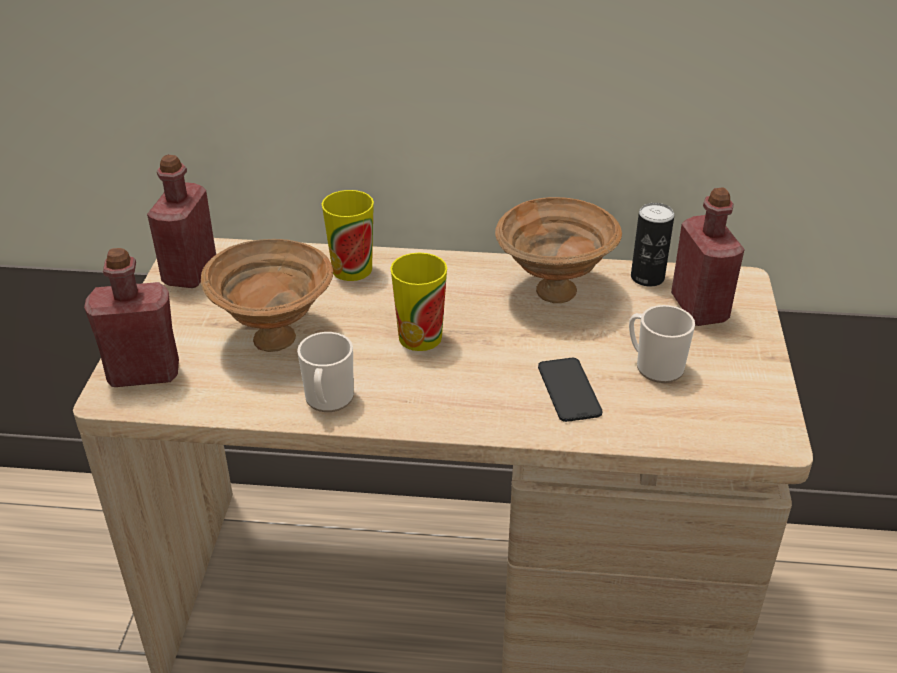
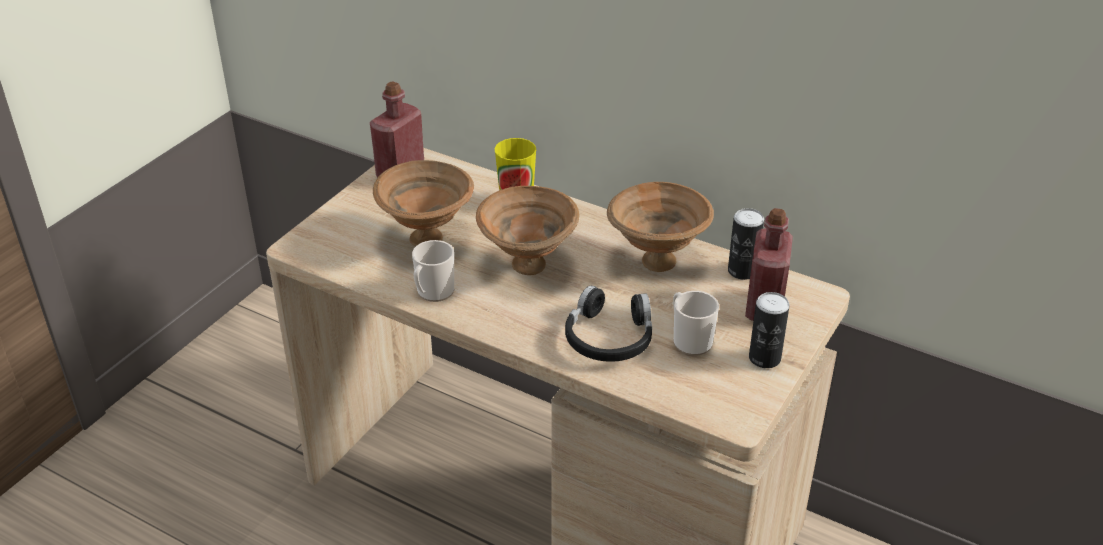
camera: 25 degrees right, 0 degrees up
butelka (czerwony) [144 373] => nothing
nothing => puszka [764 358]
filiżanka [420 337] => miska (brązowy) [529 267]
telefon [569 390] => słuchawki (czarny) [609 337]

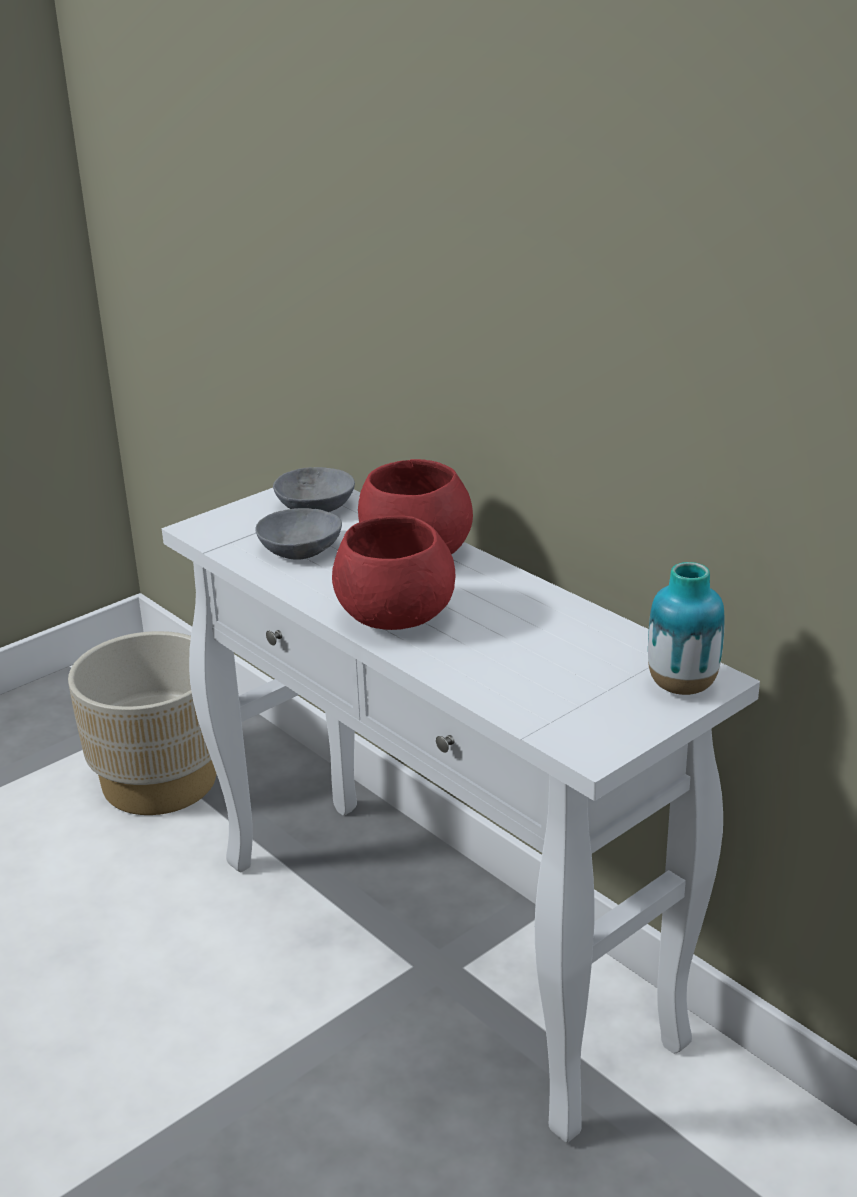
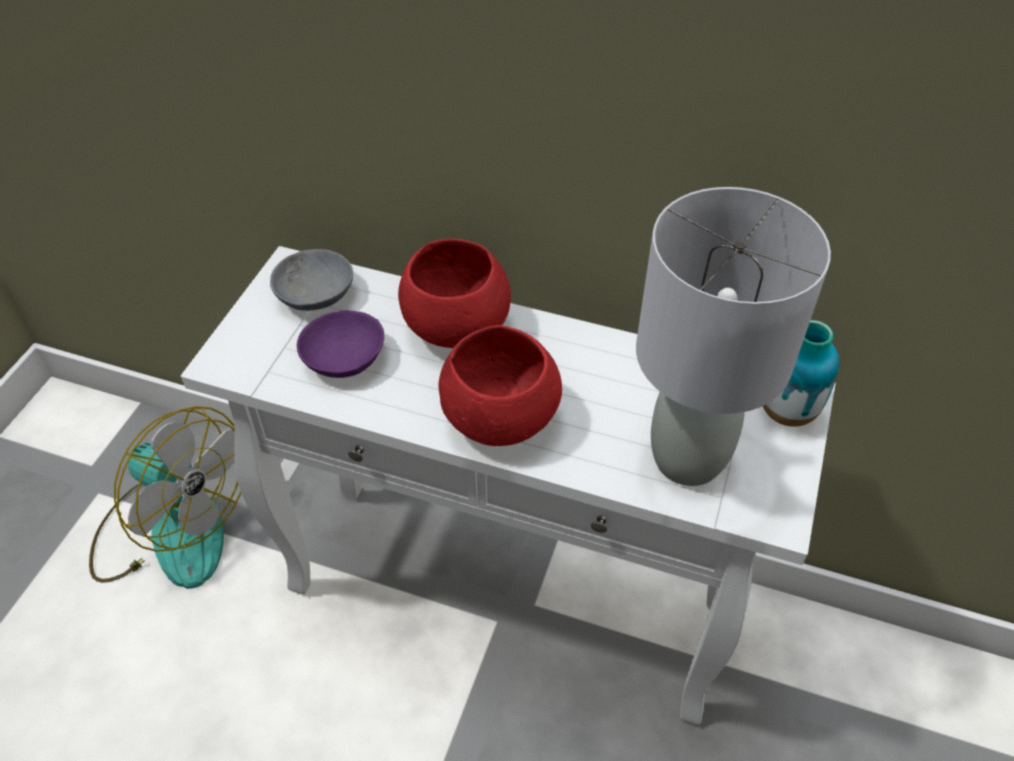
camera: 30 degrees left, 20 degrees up
nothing => lampa stołowa (szary) [689 458]
donica (beżowy) [160 781] => wentylator [172 530]
miska (szary) [301 548] => miska (fioletowy) [344 356]

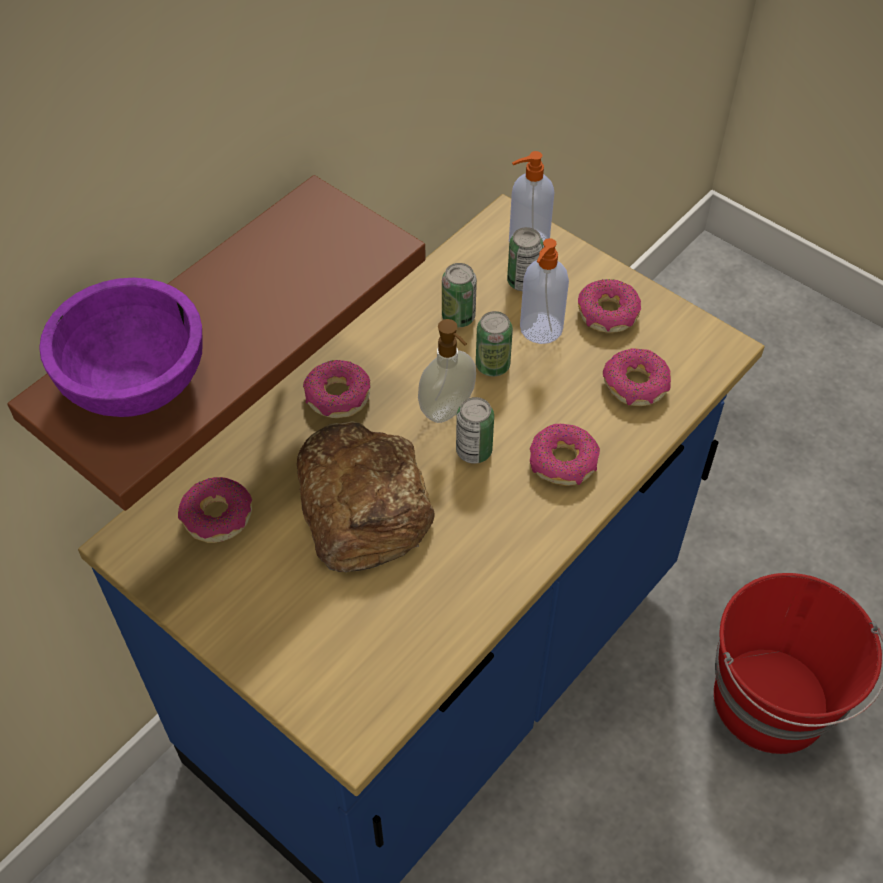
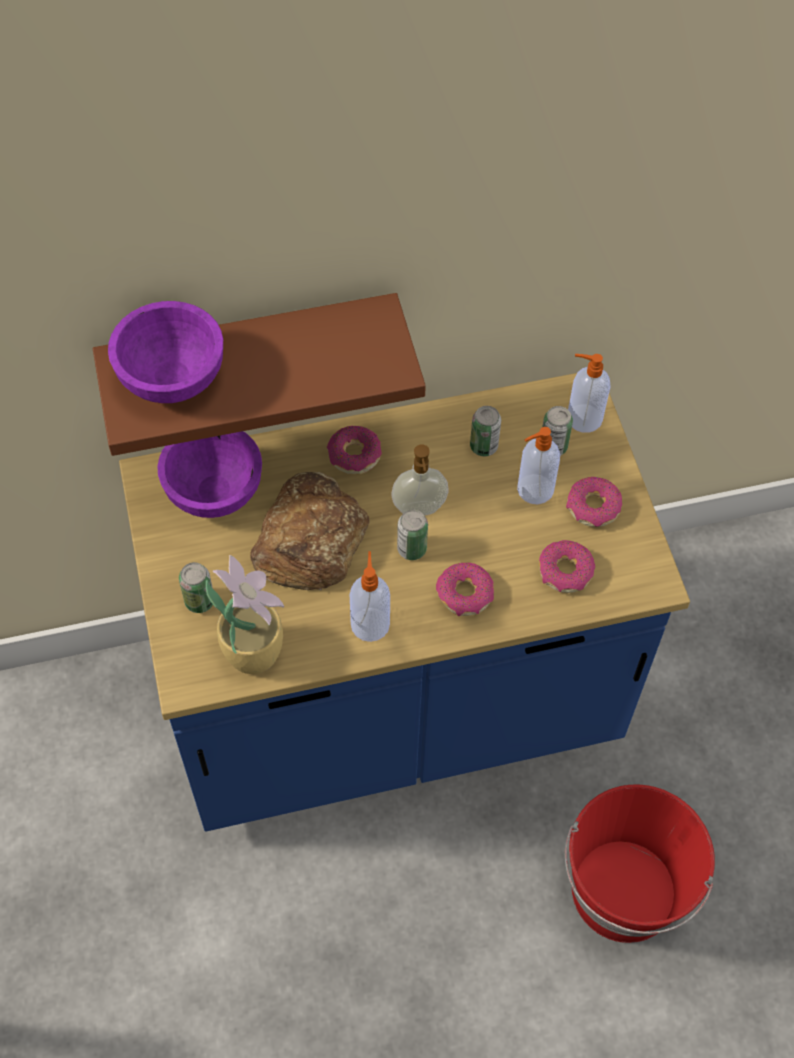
camera: 35 degrees right, 5 degrees up
nothing => roślina doniczkowa [253 650]
nothing => dozownik mydła [370 623]
puszka [492 365] => puszka [199 601], moved
donut [217 516] => miska (fioletowy) [215 491]

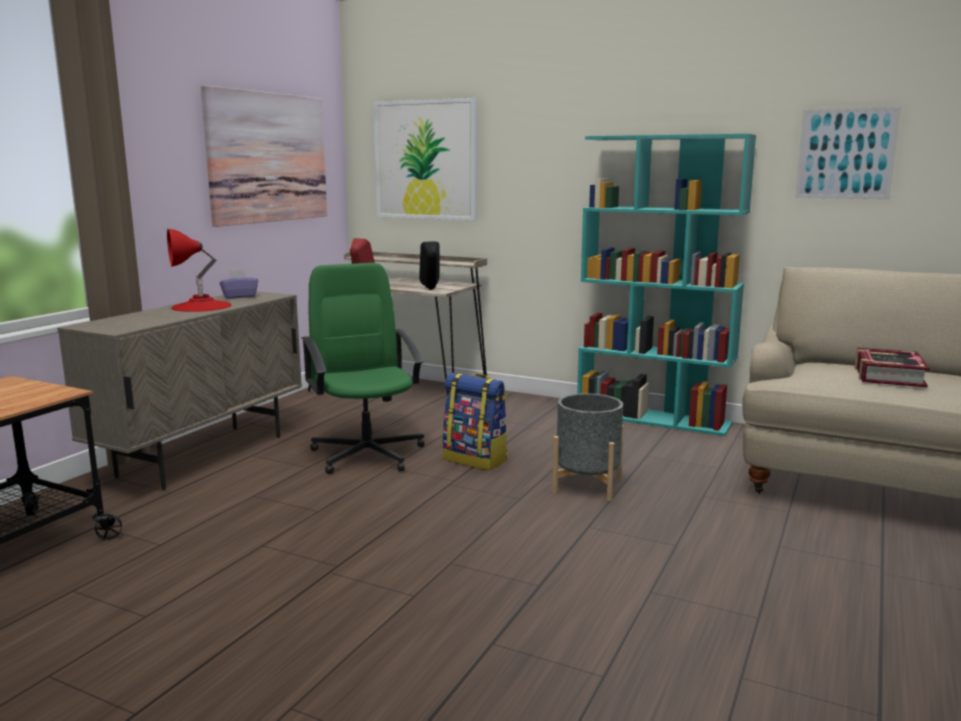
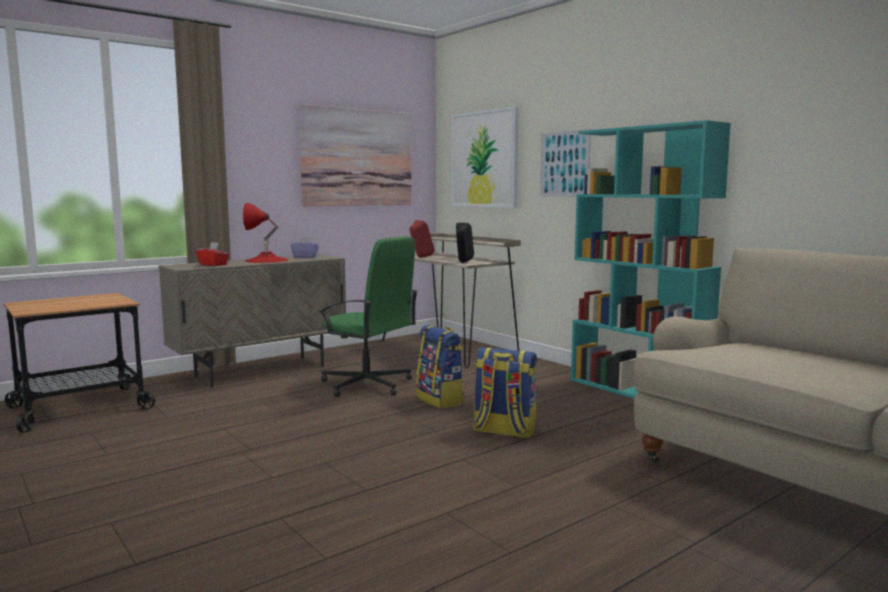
camera: 25 degrees right, 5 degrees down
książka [888 375] => nothing
nothing => pudełko chusteczek (czerwony) [213 265]
obraz [846 153] => obraz [564 164], moved
donica (szary) [587 486] => plecak [503 431]
krzesło biurowe (zielony) [367 453] => krzesło biurowe (zielony) [367 385], 120 degrees clockwise

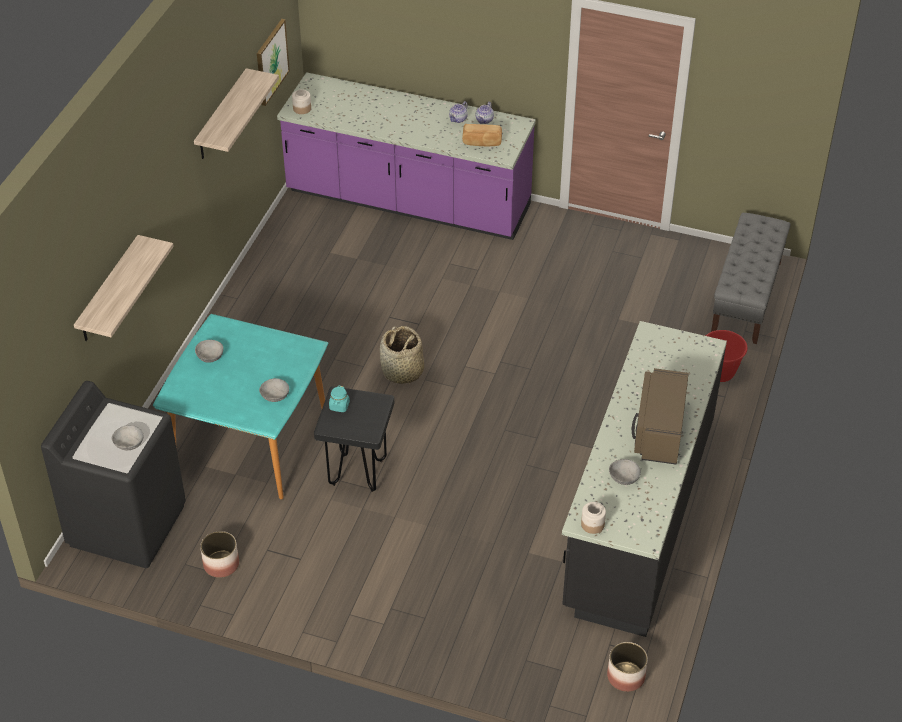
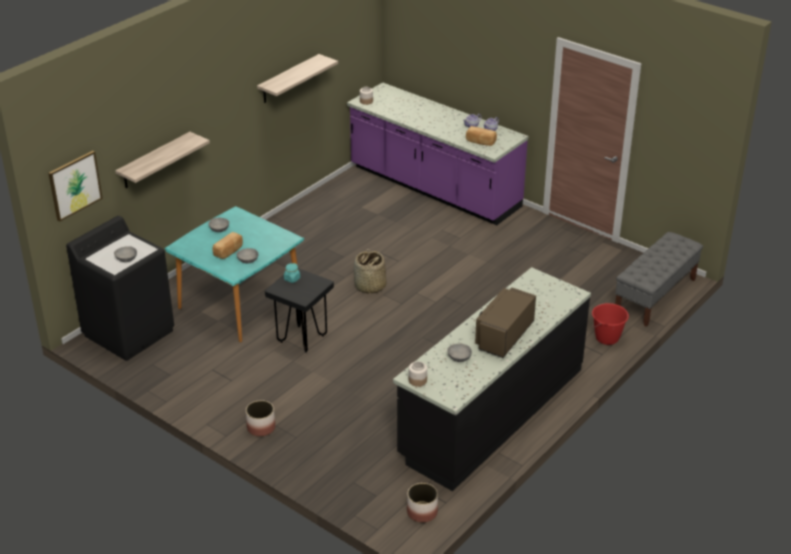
camera: 20 degrees right, 10 degrees down
nothing => chleb [229 251]
donica [221 564] => donica [261 427], moved
obraz [271 61] => obraz [75 185], moved

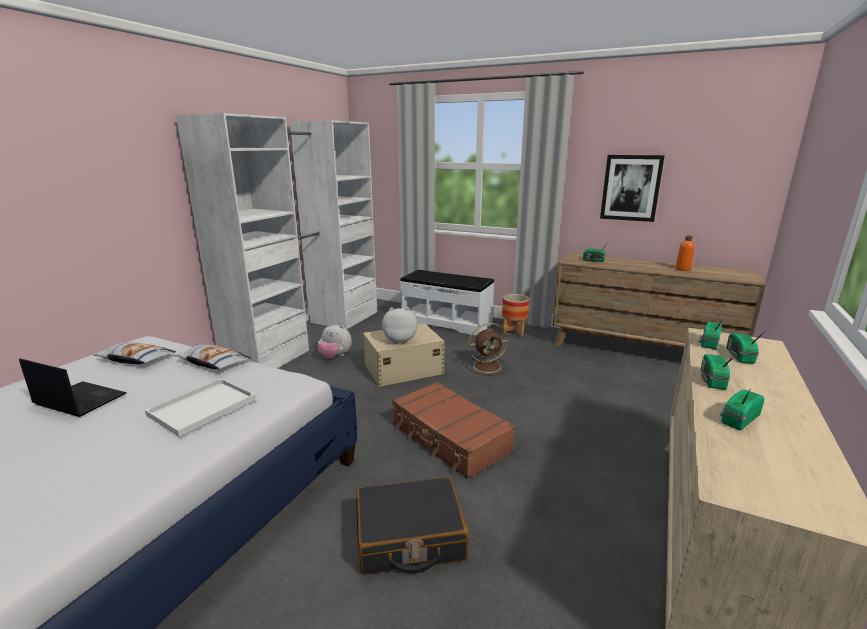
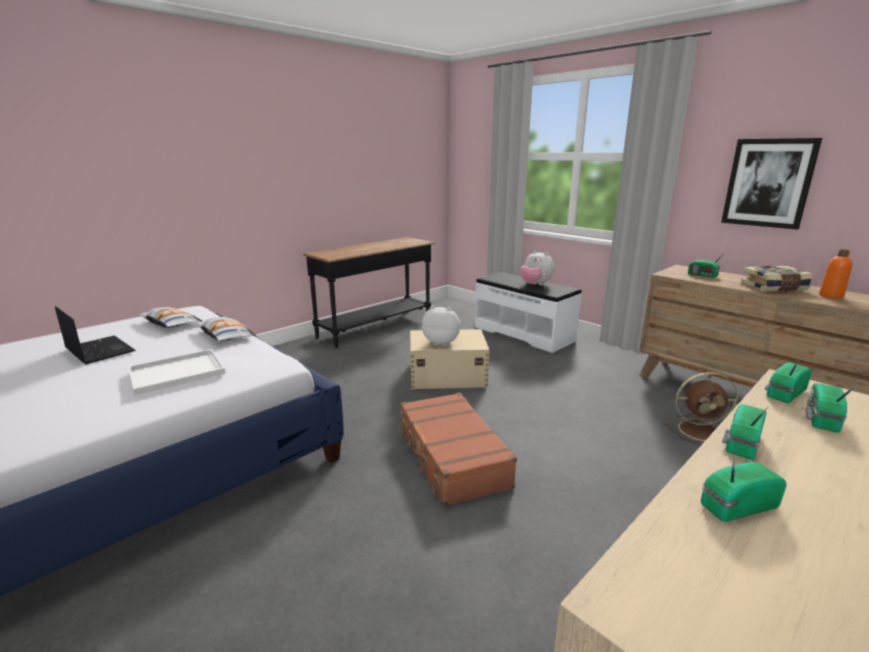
camera: 20 degrees right, 0 degrees up
walizka (czarny) [410 537] => nothing
donica [514 333] => nothing
nothing => książka [774 288]
pluszak [335 357] => pluszak [535 285], moved
wentylator (brązowy) [488 366] => wentylator (brązowy) [701 431], moved
szafa (biały) [309 335] => stolik konsolowy (czarny) [376 328]

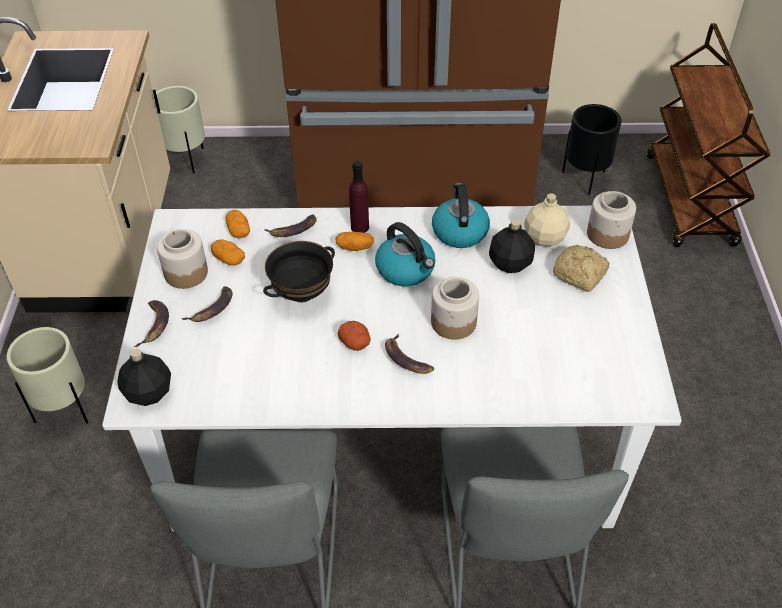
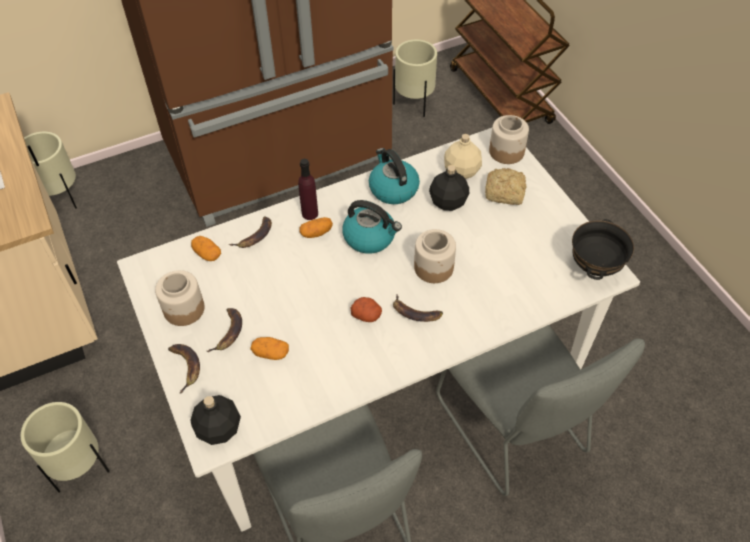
camera: 25 degrees left, 5 degrees up
ziemniak [229 259] => ziemniak [270 353], moved
miska (czarny) [302 294] => miska (czarny) [595 267], moved
donica (czarny) [585 180] => donica (beżowy) [414 105]

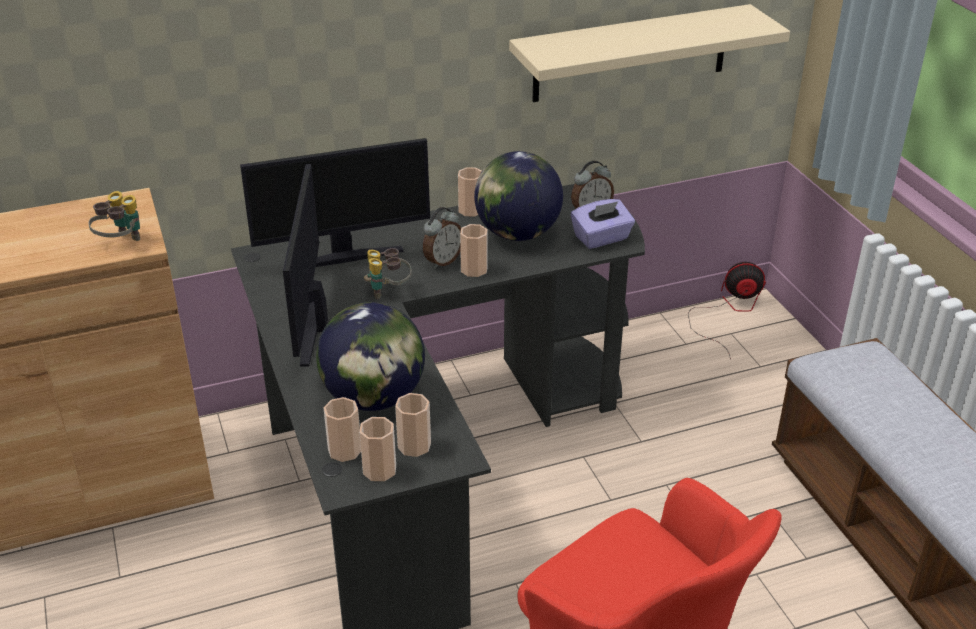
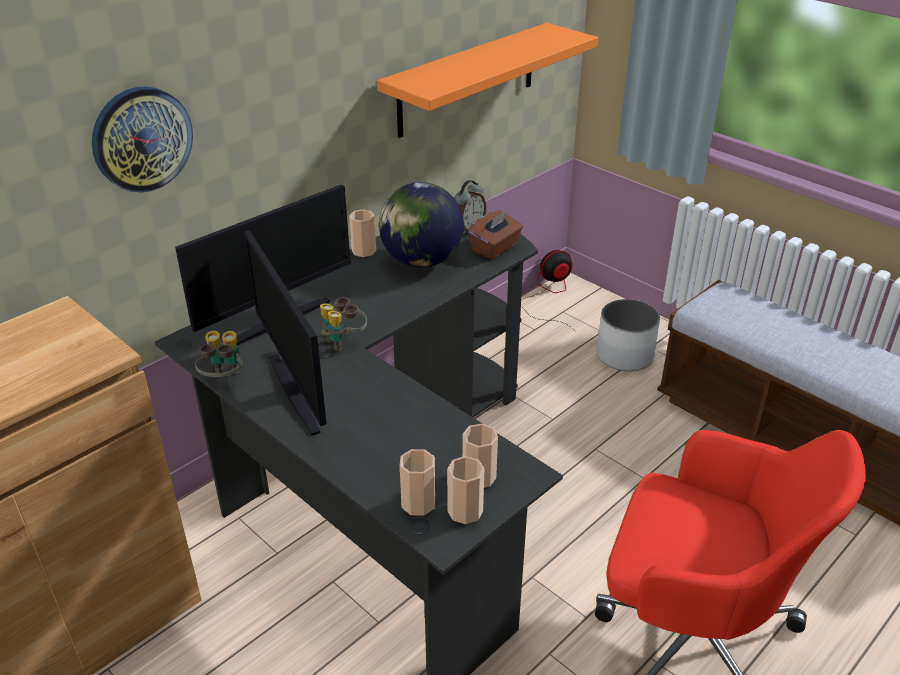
camera: 25 degrees left, 0 degrees up
globus [374 398] => nothing
budzik [442 261] => nothing
filiżanka [474 269] => nothing
nothing => zegar ścienny [142 139]
nothing => donica (biały) [624 355]
lornetka [121 243] => lornetka [224 379], moved
półka (beżowy) [631 53] => półka (pomarańczowy) [467 80]
pudełko chusteczek (fioletowy) [601 238] => pudełko chusteczek (brązowy) [495 248]

